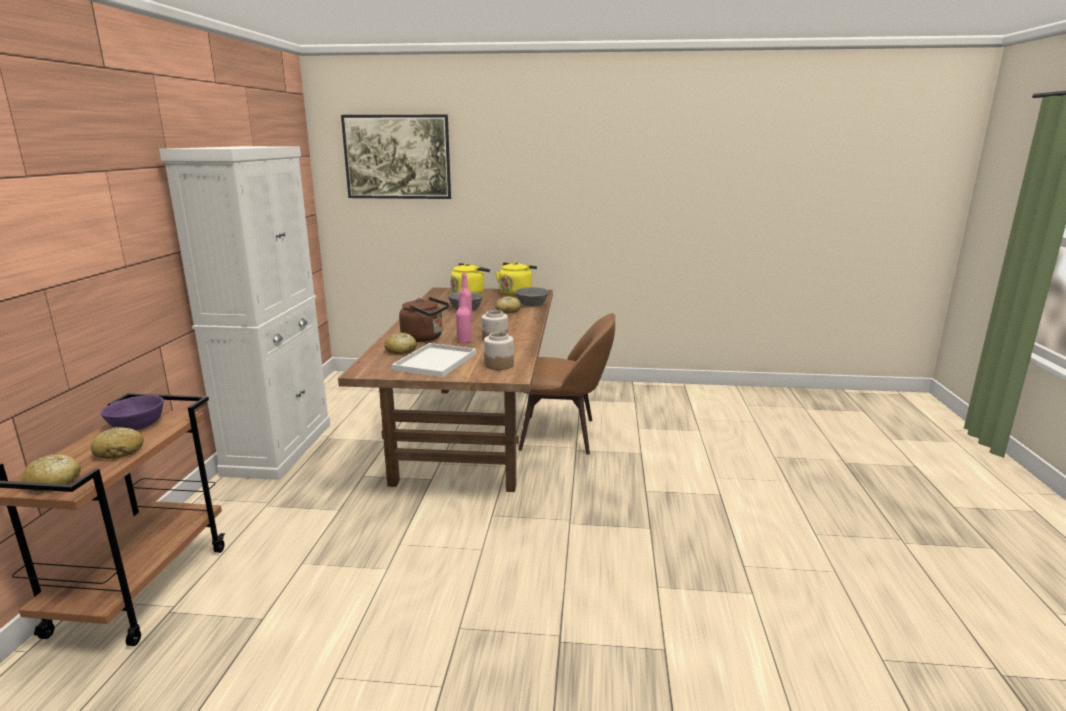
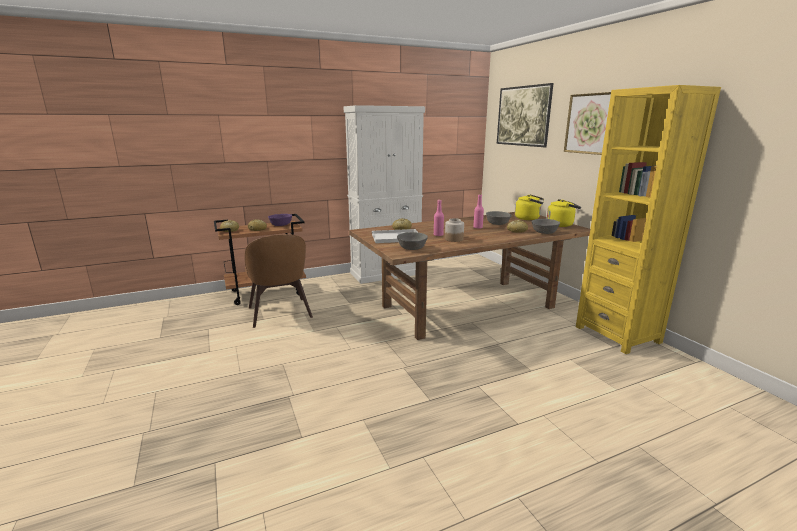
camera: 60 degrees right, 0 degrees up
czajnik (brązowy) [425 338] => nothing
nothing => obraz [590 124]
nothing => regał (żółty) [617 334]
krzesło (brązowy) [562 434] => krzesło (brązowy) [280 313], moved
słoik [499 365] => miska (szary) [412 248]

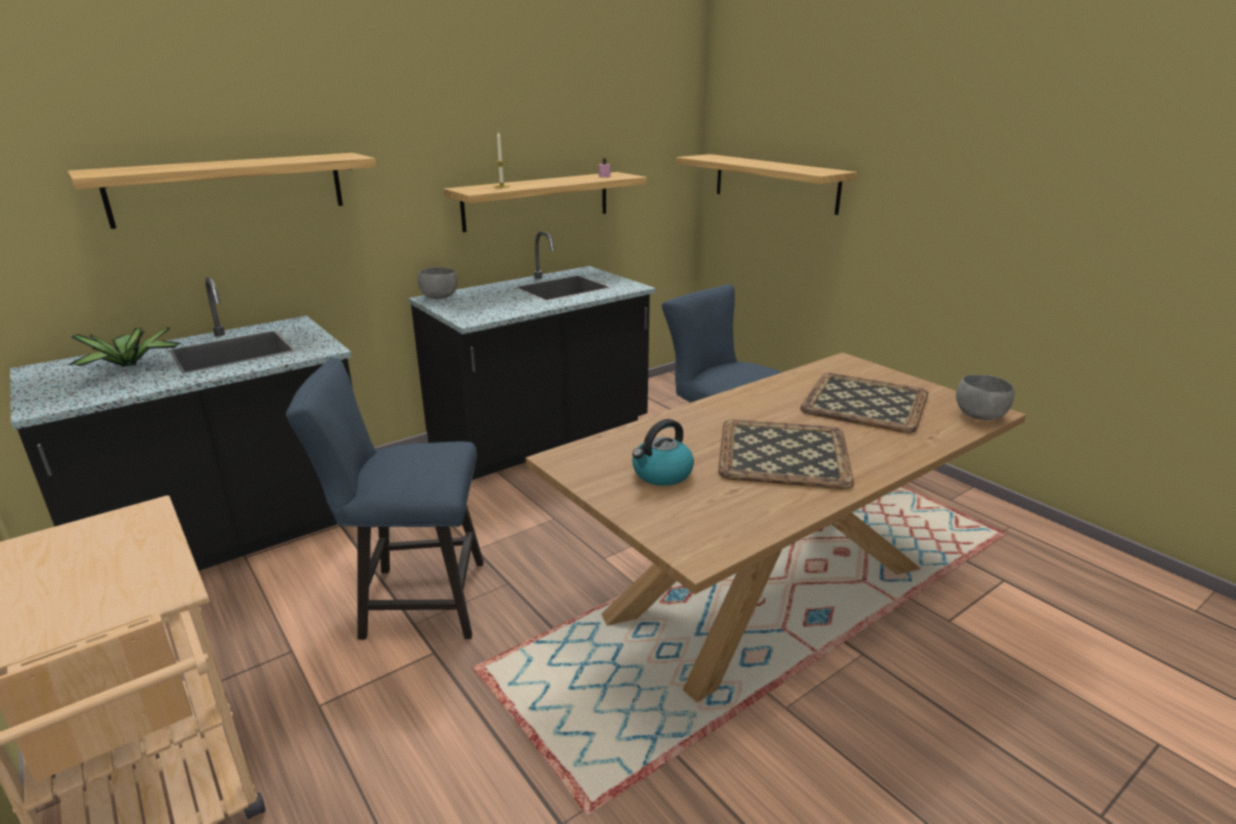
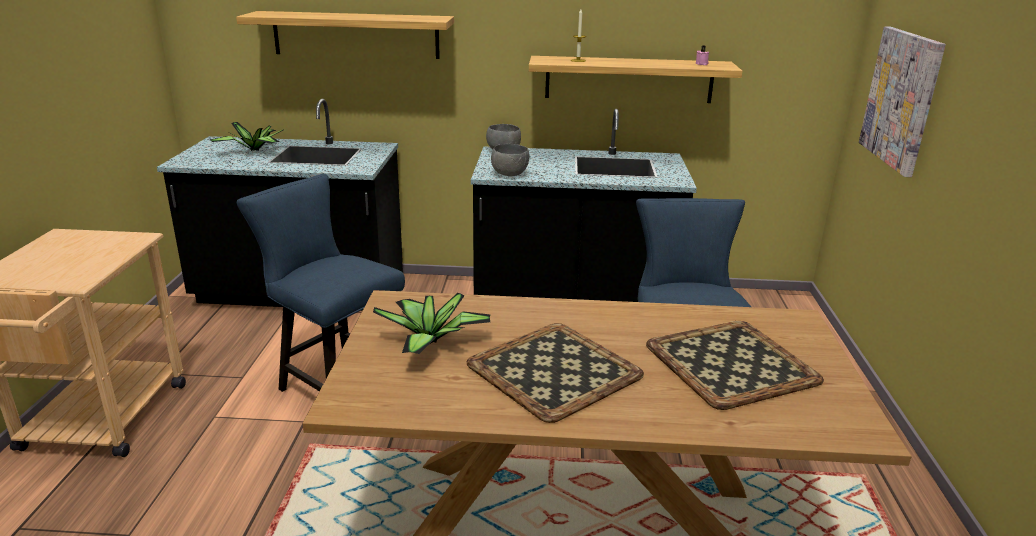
camera: 40 degrees right, 0 degrees up
miska (szary) [979 416] => miska (szary) [510 174], moved
czajnik [661 474] => roślina doniczkowa [431 341]
półka [775 183] => obraz [901 99]

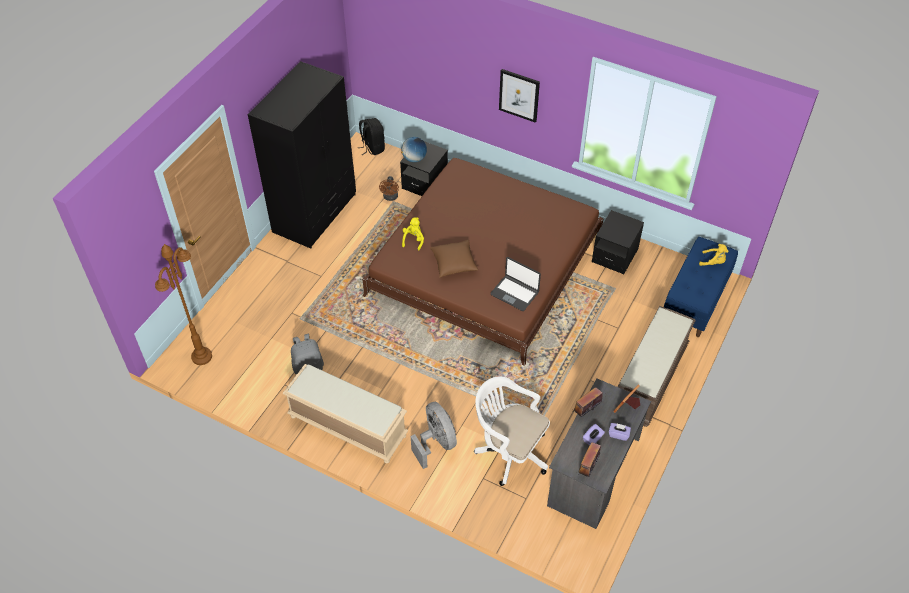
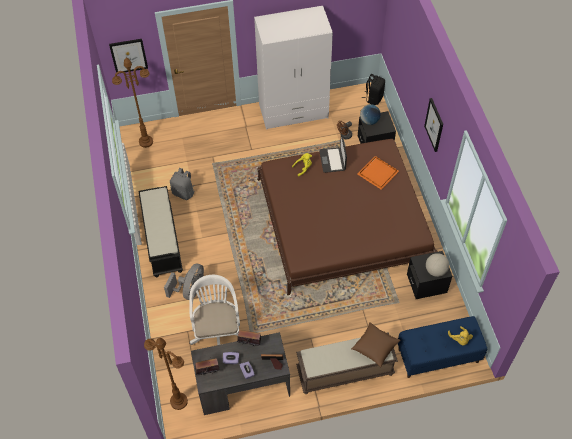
camera: 50 degrees right, 5 degrees up
nothing => obraz [128 55]
nothing => lampa stojąca (brązowy) [178 401]
nothing => taca (pomarańczowy) [377 172]
nothing => globus [435 270]
poduszka (brązowy) [453 264] => poduszka (brązowy) [374 347], moved
laptop [515 293] => laptop [332 160], moved
szafa (czarny) [315 213] => szafa (biały) [293 111]
ławka (beżowy) [347 426] => ławka (czarny) [162 240]

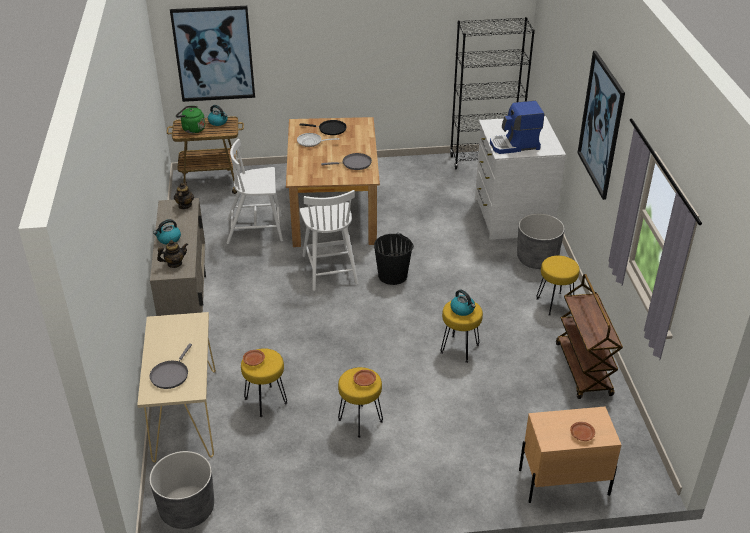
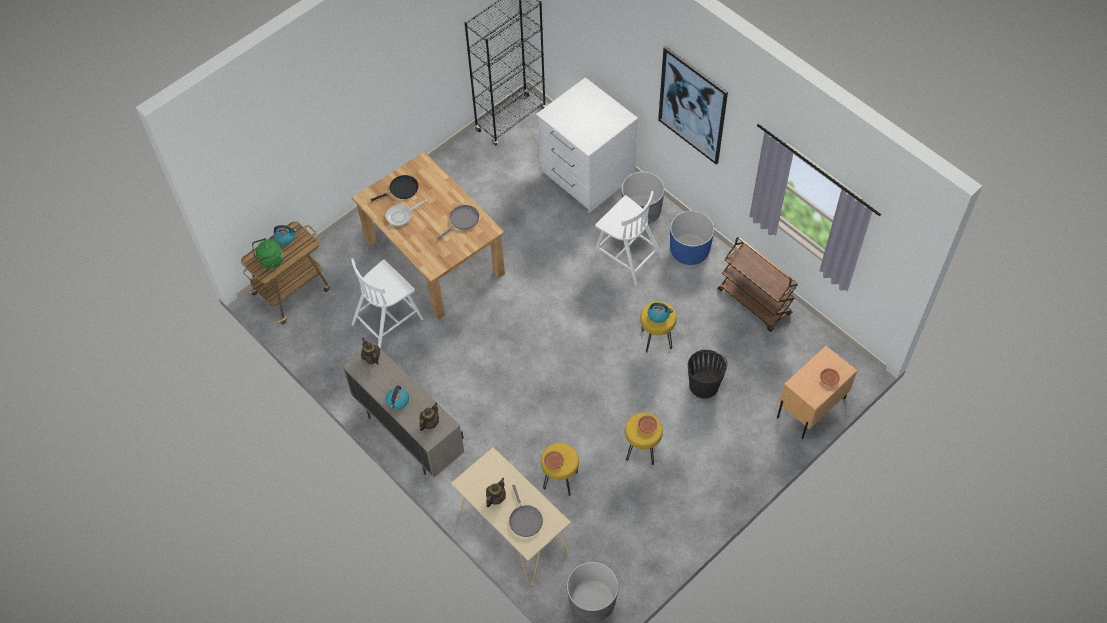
camera: 35 degrees left, 20 degrees up
obraz [214 54] => nothing
ekspres do kawy [515 145] => nothing
nothing => imbryk [496 498]
krzesło (biały) [329 269] => krzesło (biały) [626 256], moved
wiadro (czarny) [393 275] => wiadro (czarny) [704 385], moved
stołek (żółty) [555 304] => donica (niebieski) [689 250]

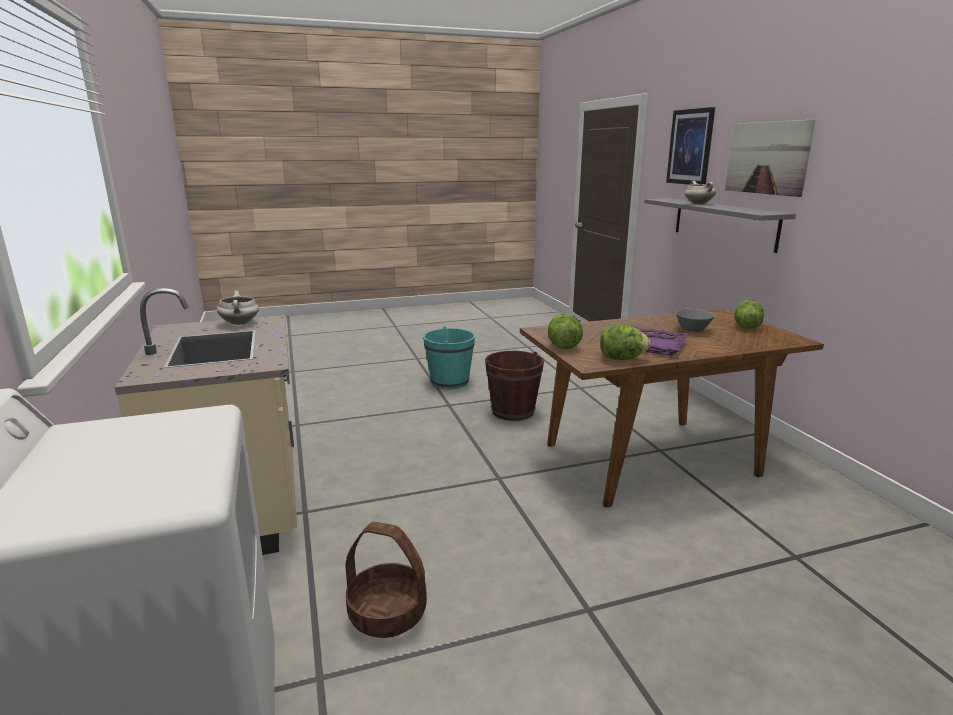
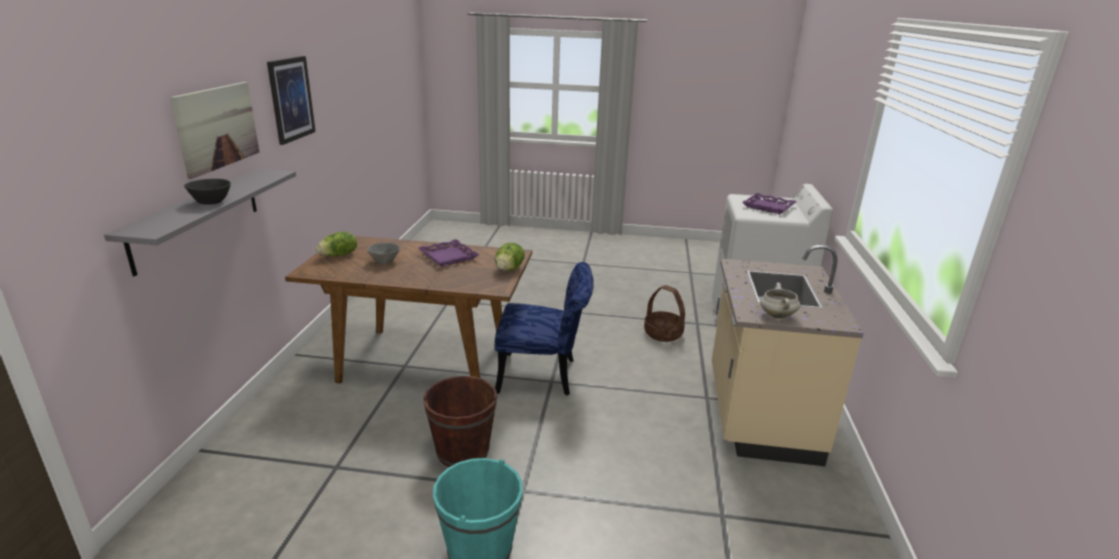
camera: 155 degrees left, 5 degrees up
sałata [621 359] => nothing
nothing => krzesło (niebieski) [544 376]
nothing => taca (fioletowy) [768 207]
obraz [690 147] => obraz [291 99], moved
garnek (biały) [698 204] => miska (czarny) [211 202]

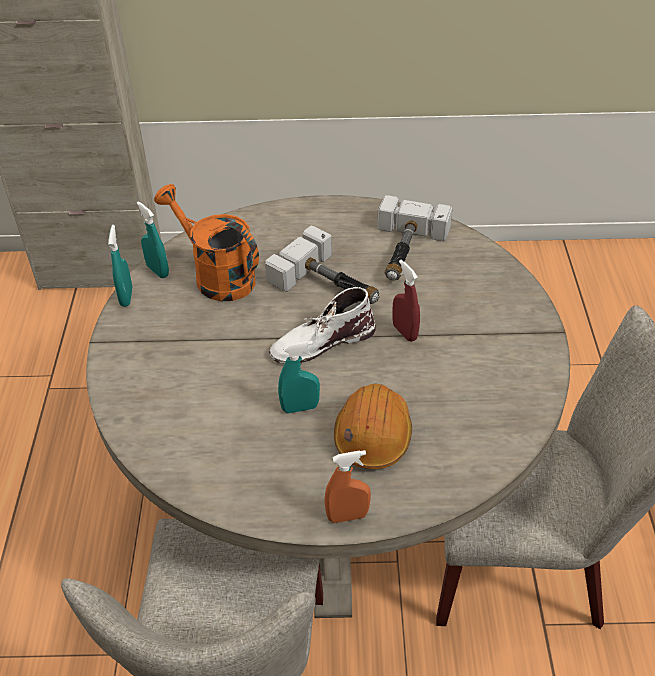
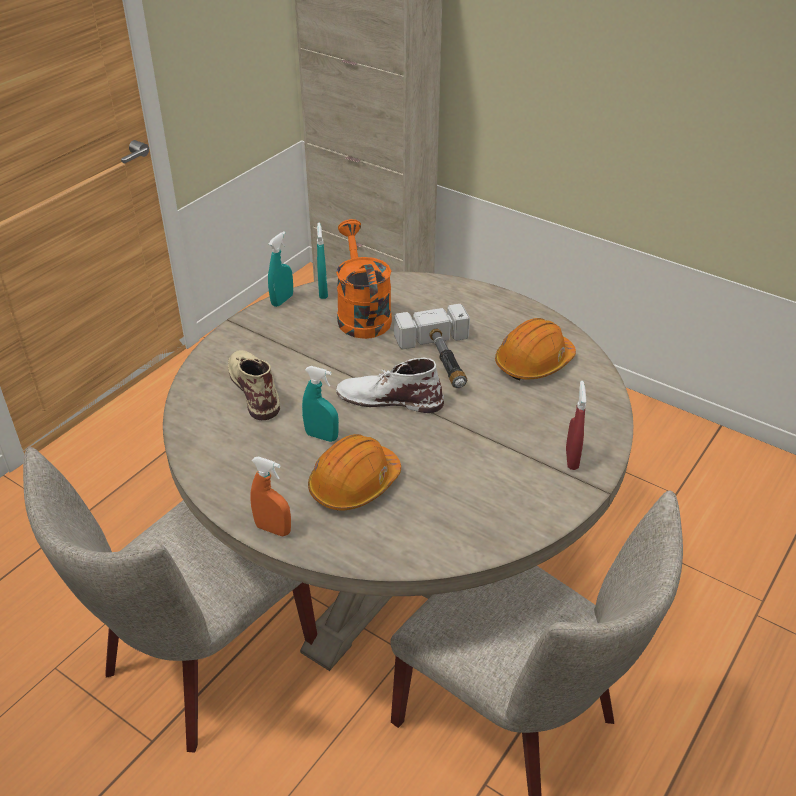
camera: 35 degrees right, 5 degrees down
nothing => but z cholewką (beżowy) [254 387]
spryskiwacz (czerwony) [404 332] => spryskiwacz (czerwony) [571 459], moved
młotek [404 251] => kask (pomarańczowy) [533 363]

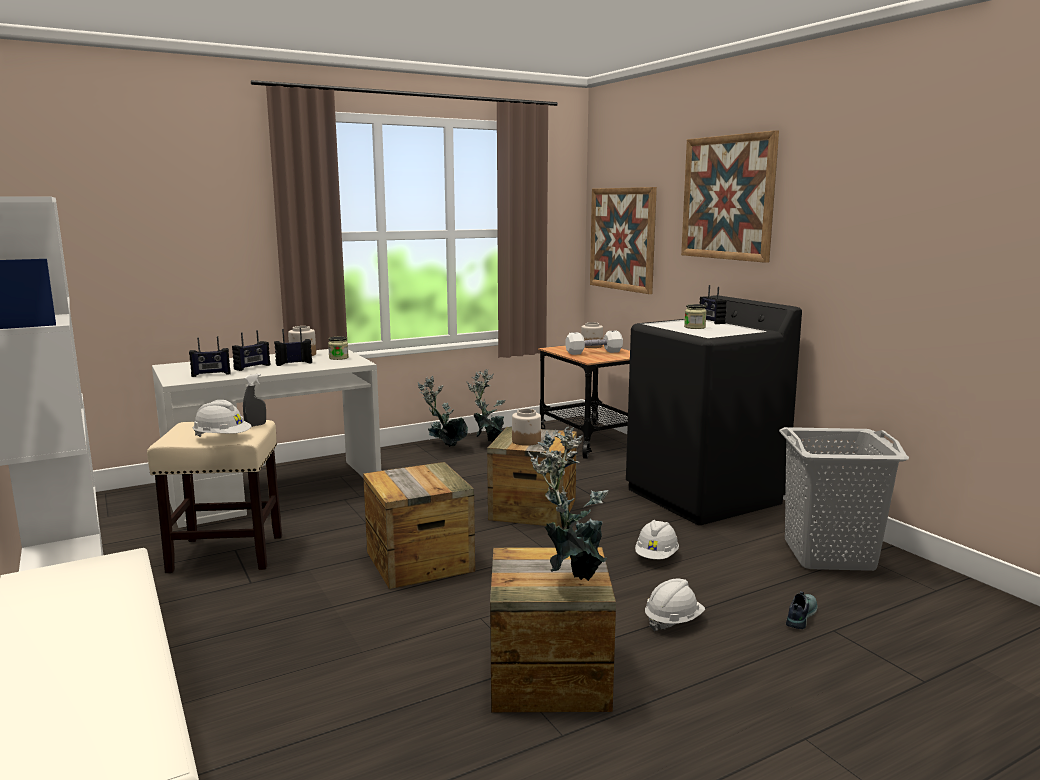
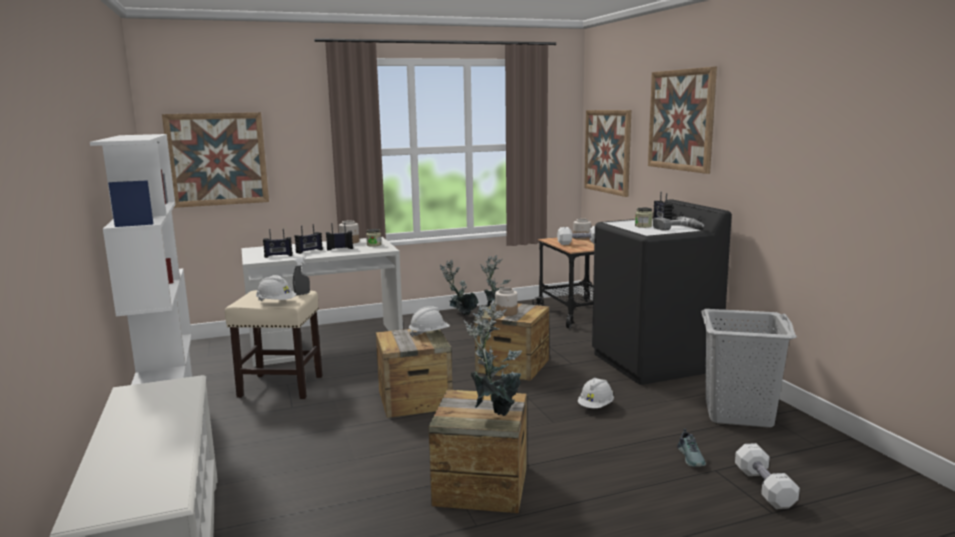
camera: 10 degrees right, 0 degrees up
nothing => obraz [217 159]
nothing => wiertarka [678 229]
nothing => hantel (biały) [764 488]
kask (biały) [673 621] => kask (biały) [429 334], moved
but [799 615] => but [692 457], 135 degrees clockwise

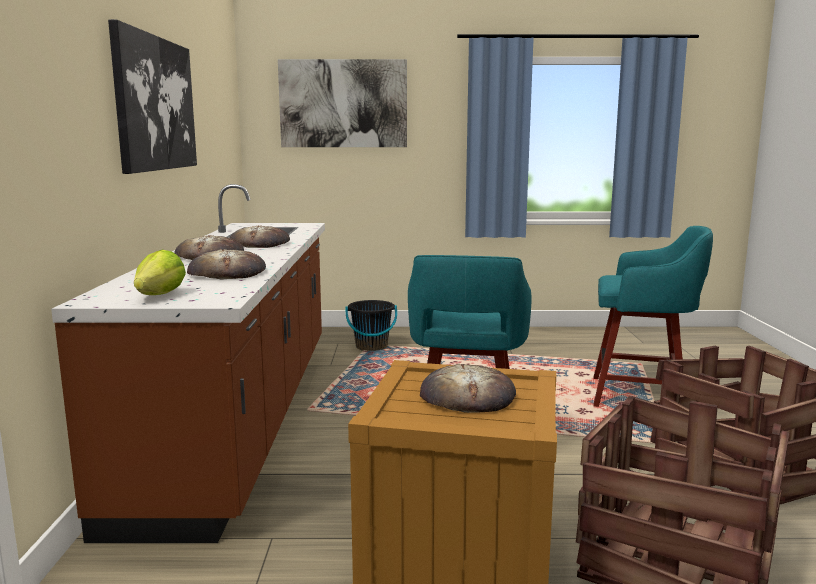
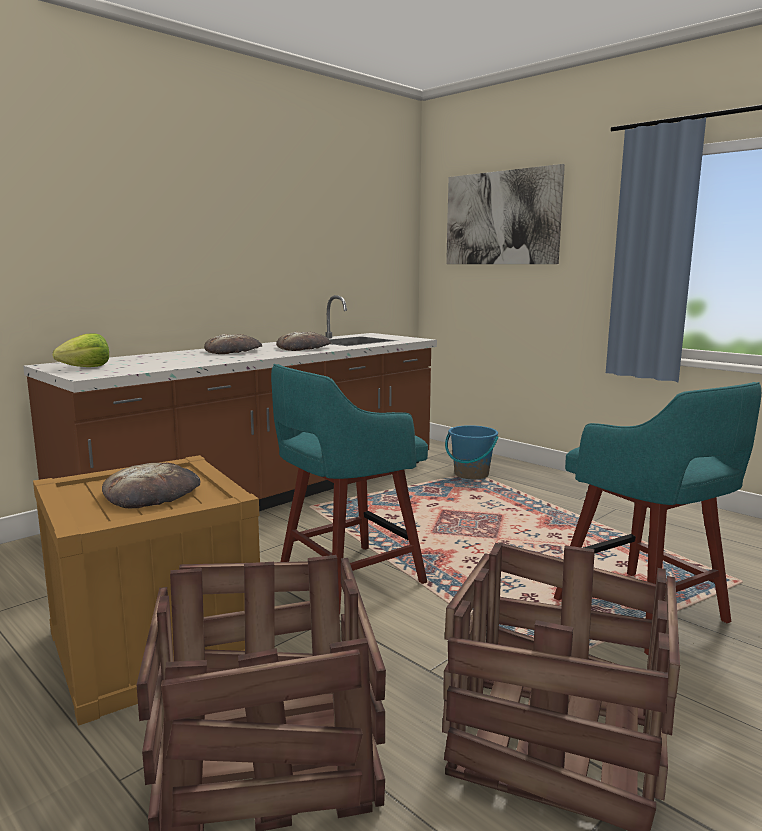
camera: 45 degrees right, 0 degrees up
obraz [155 104] => nothing
chleb [227 272] => nothing
wiadro (czarny) [371 347] => wiadro (niebieski) [471 475]

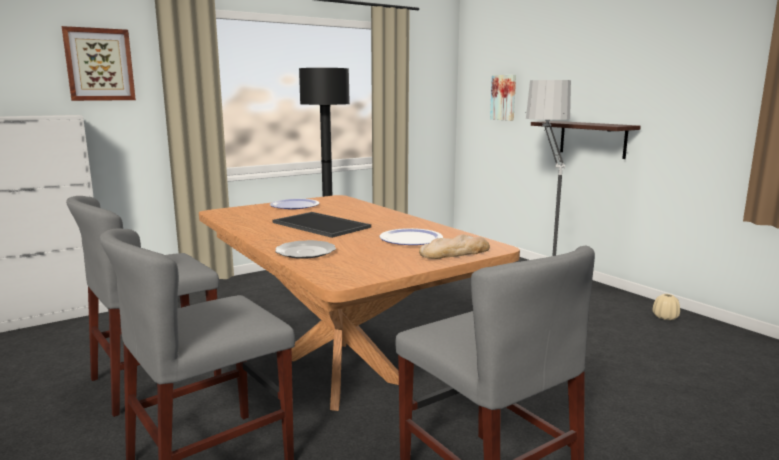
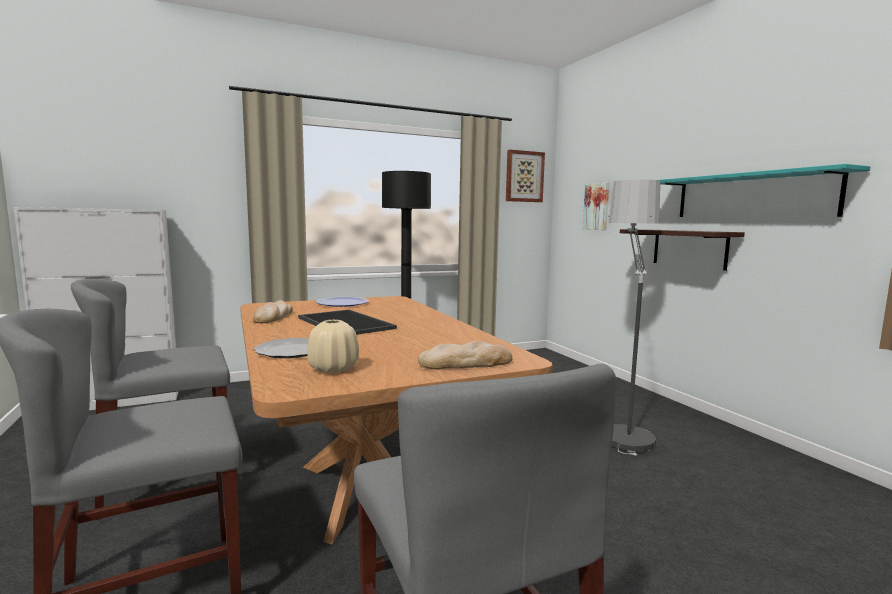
camera: 10 degrees right, 5 degrees down
talerz [411 239] => nothing
nothing => chleb [273 317]
nothing => półka (turkusowy) [751 196]
obraz [99 64] => obraz [524 176], moved
wazon (beżowy) [665 317] => wazon (beżowy) [333 369], moved

